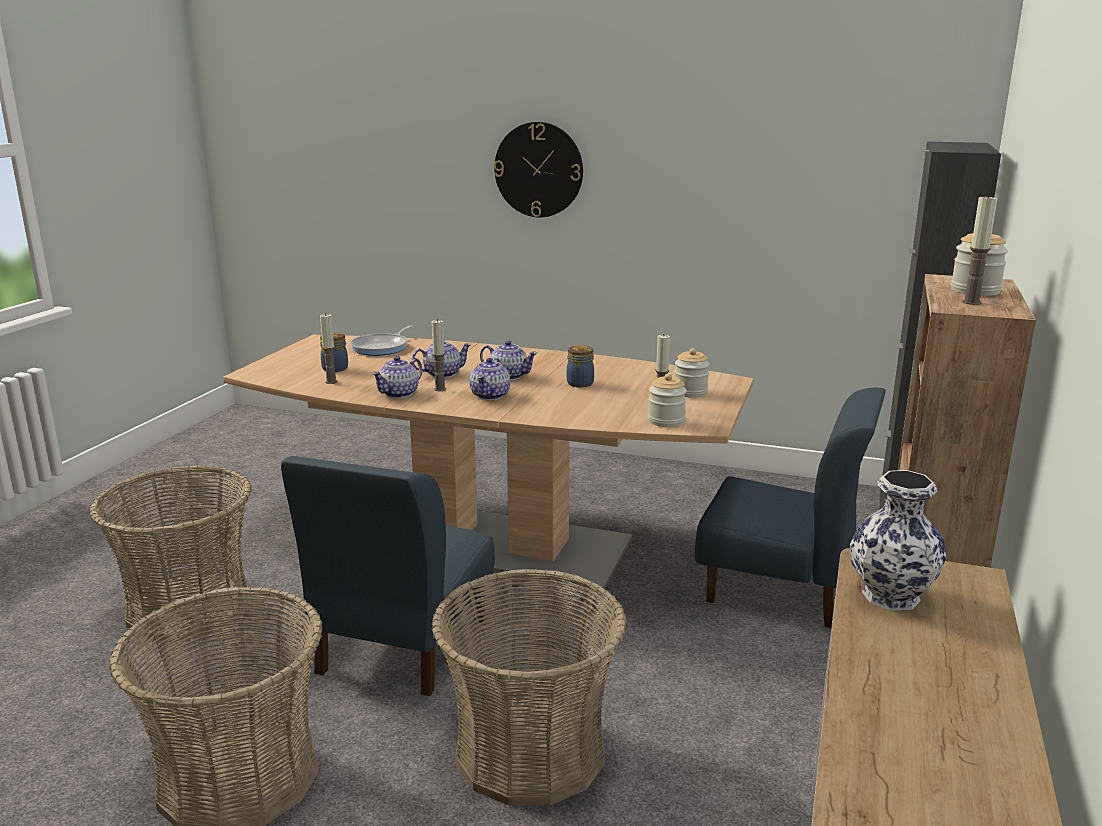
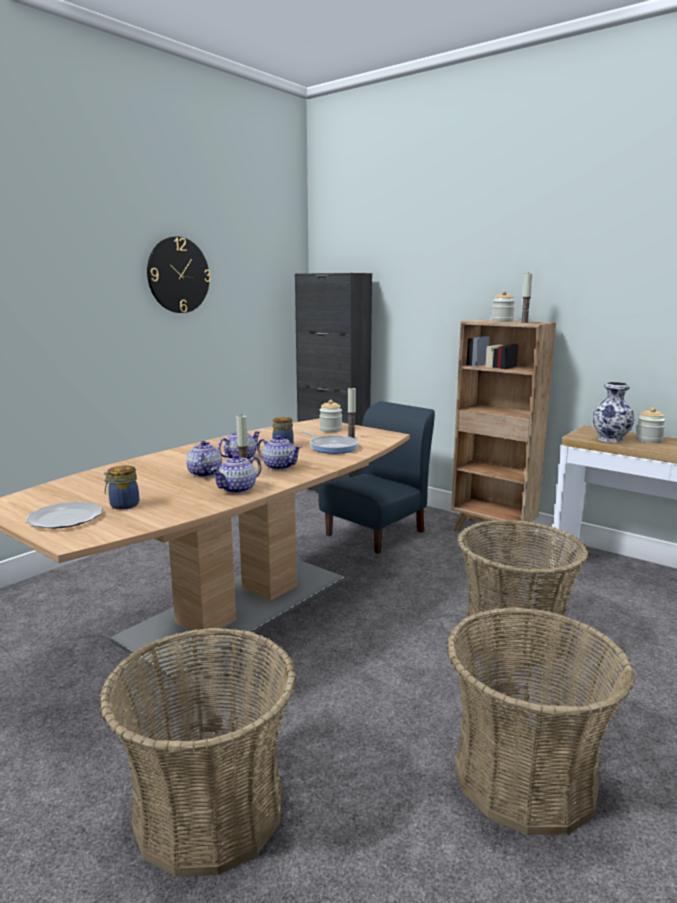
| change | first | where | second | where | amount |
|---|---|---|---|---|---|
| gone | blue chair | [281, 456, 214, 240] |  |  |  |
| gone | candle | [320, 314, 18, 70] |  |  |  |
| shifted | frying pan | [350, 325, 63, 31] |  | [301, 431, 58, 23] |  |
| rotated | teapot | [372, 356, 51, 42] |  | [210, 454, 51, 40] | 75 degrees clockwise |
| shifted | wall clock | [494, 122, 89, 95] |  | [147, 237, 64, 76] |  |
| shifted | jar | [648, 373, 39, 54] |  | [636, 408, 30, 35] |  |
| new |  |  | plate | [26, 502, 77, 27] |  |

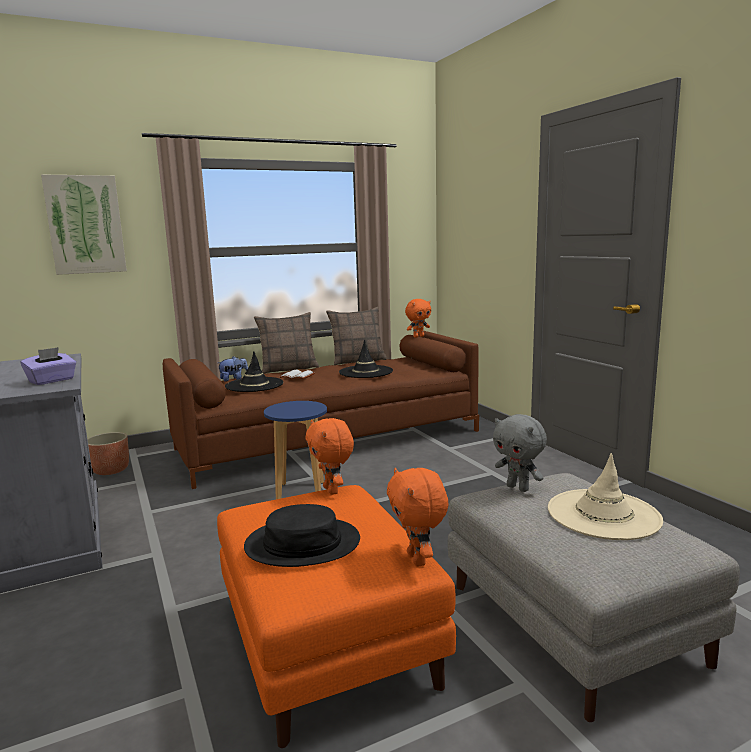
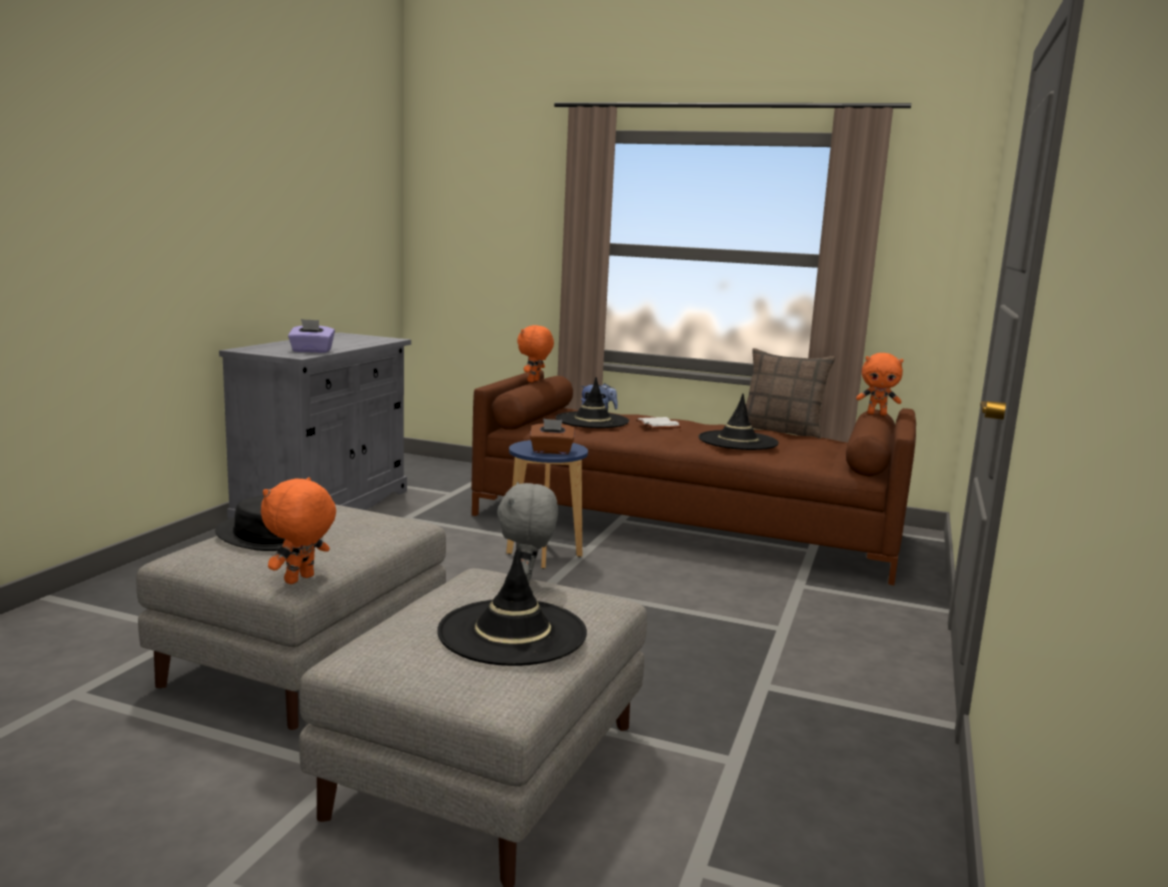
| change | first | where | second | where | amount |
|---|---|---|---|---|---|
| gone | picture | [41, 174, 86, 101] |  |  |  |
| gone | planter | [88, 432, 41, 43] |  |  |  |
| repainted | orange ottoman | [217, 485, 239, 263] | grey ottoman | [136, 504, 310, 226] |  |
| gone | pillow | [254, 312, 65, 62] |  |  |  |
| shifted | orange plush toy | [305, 418, 49, 77] |  | [517, 325, 37, 57] |  |
| repainted | beige hat | [548, 453, 115, 87] | black hat | [437, 549, 150, 117] |  |
| new |  |  | brown tissue box | [530, 418, 45, 36] |  |

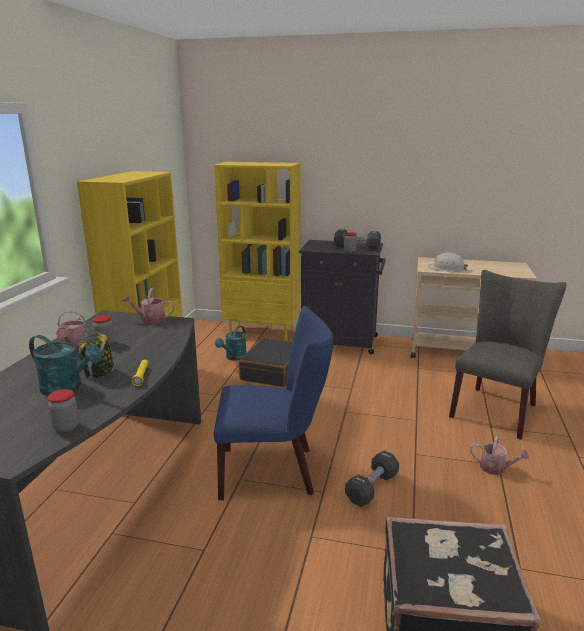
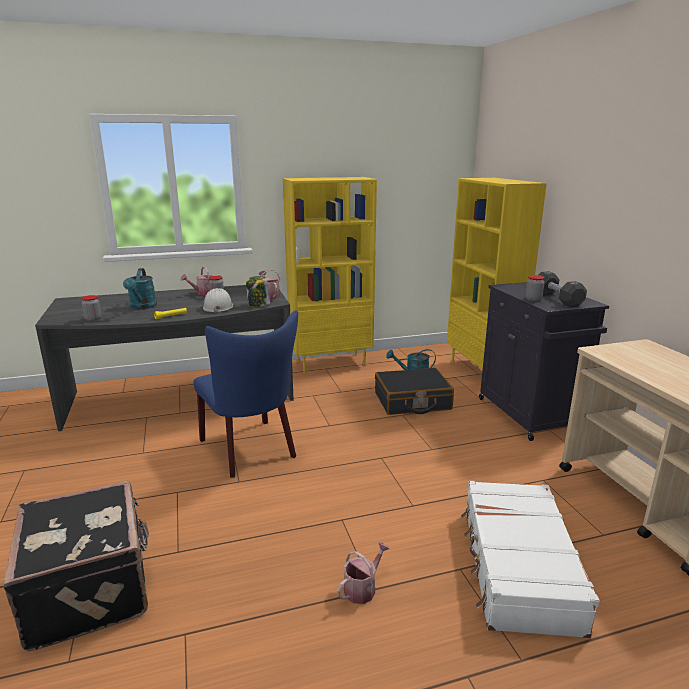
| change | first | where | second | where | amount |
|---|---|---|---|---|---|
| shifted | jar | [78, 332, 37, 47] |  | [246, 276, 24, 31] |  |
| gone | black dumbbell | [345, 451, 54, 56] |  |  |  |
| shifted | white hard hat | [428, 252, 40, 20] |  | [203, 288, 30, 25] |  |
| swapped | grey chair | [449, 270, 117, 169] | white suitcase | [461, 481, 139, 157] |  |
| rotated | watering can | [470, 436, 60, 39] |  | [337, 542, 53, 62] | 135 degrees counterclockwise |

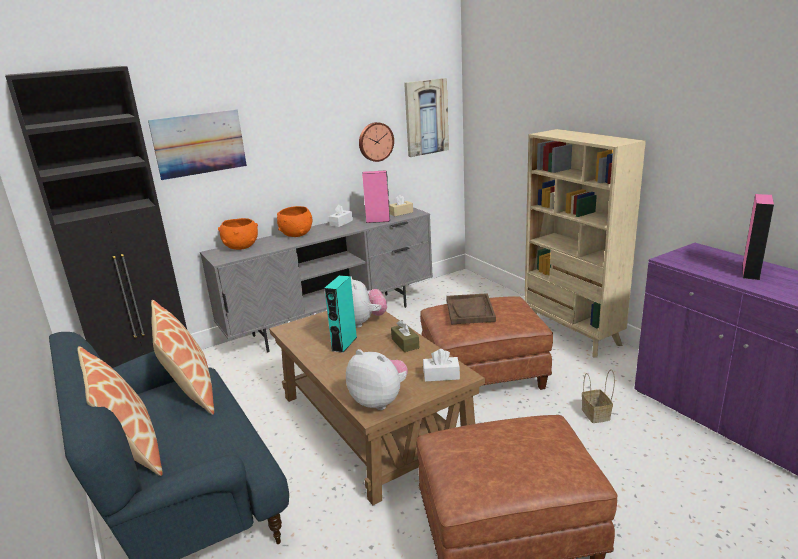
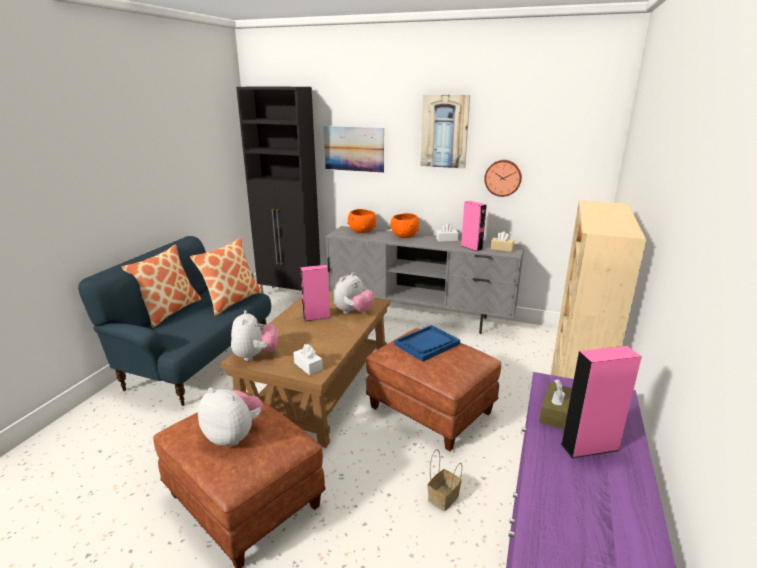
| change | first | where | second | where | amount |
|---|---|---|---|---|---|
| repainted | turquoise speaker | [324, 275, 33, 78] | pink speaker | [300, 265, 30, 56] |  |
| shifted | brown tissue box | [391, 320, 28, 32] |  | [539, 379, 33, 51] |  |
| shifted | picture | [404, 78, 45, 79] |  | [420, 95, 50, 74] |  |
| repainted | brown tray | [446, 293, 50, 31] | blue tray | [394, 325, 66, 37] |  |
| new |  |  | plush toy | [198, 387, 65, 59] |  |

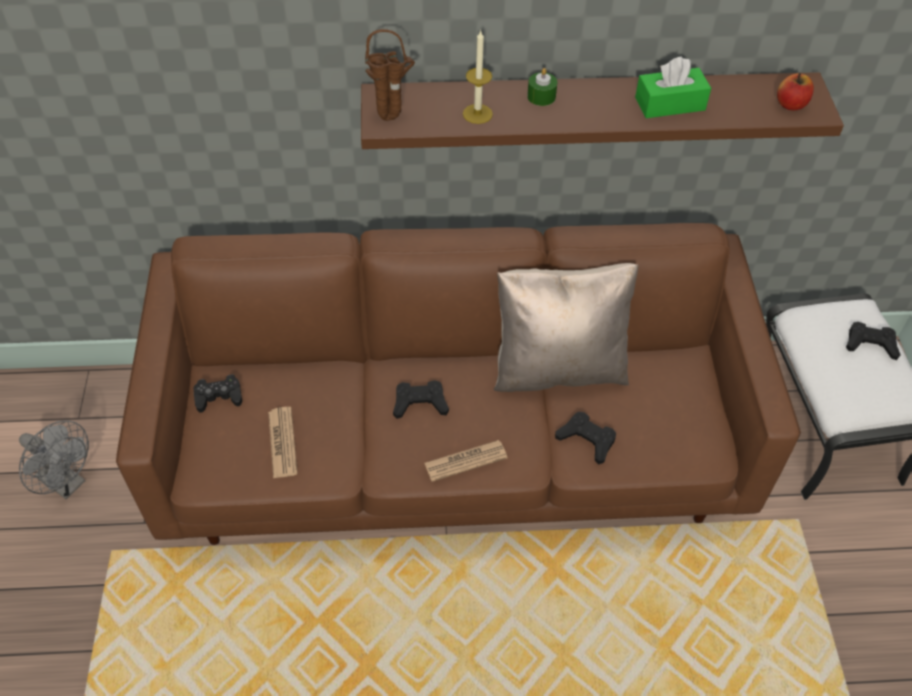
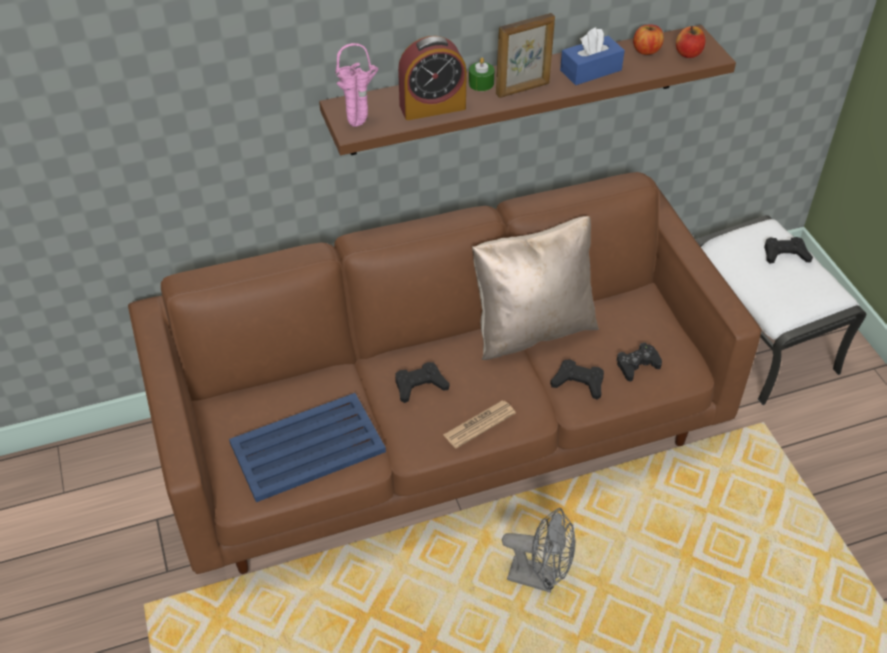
| change | first | where | second | where | amount |
|---|---|---|---|---|---|
| shifted | grey fan | [19, 420, 70, 79] |  | [502, 508, 73, 84] |  |
| shifted | black game controller | [193, 374, 49, 39] |  | [616, 343, 46, 38] |  |
| swapped | newspaper | [268, 407, 30, 71] | blue tray | [229, 393, 157, 109] |  |
| repainted | brown vase | [365, 29, 50, 92] | pink vase | [335, 43, 44, 84] |  |
| swapped | candle | [463, 30, 30, 94] | alarm clock | [398, 36, 69, 84] |  |
| repainted | green tissue box | [635, 56, 76, 62] | blue tissue box | [560, 27, 65, 58] |  |
| new |  |  | picture frame | [496, 13, 59, 85] |  |
| new |  |  | apple | [633, 24, 31, 31] |  |

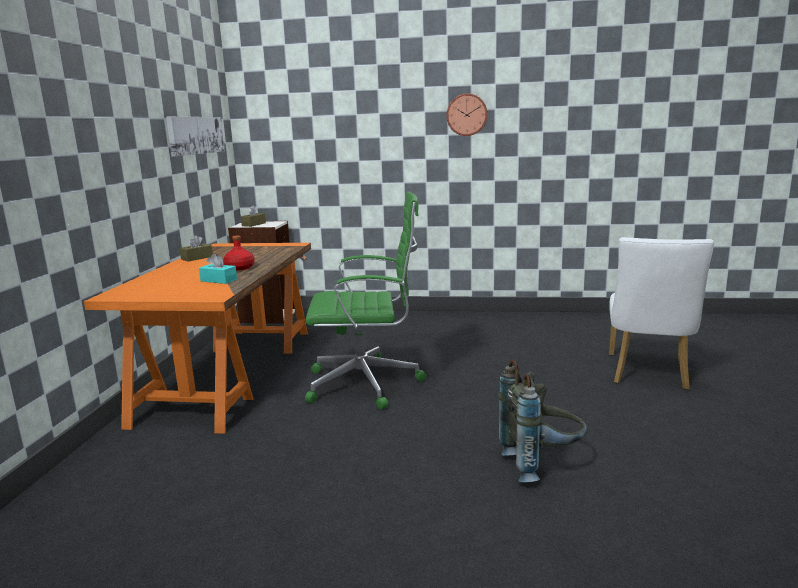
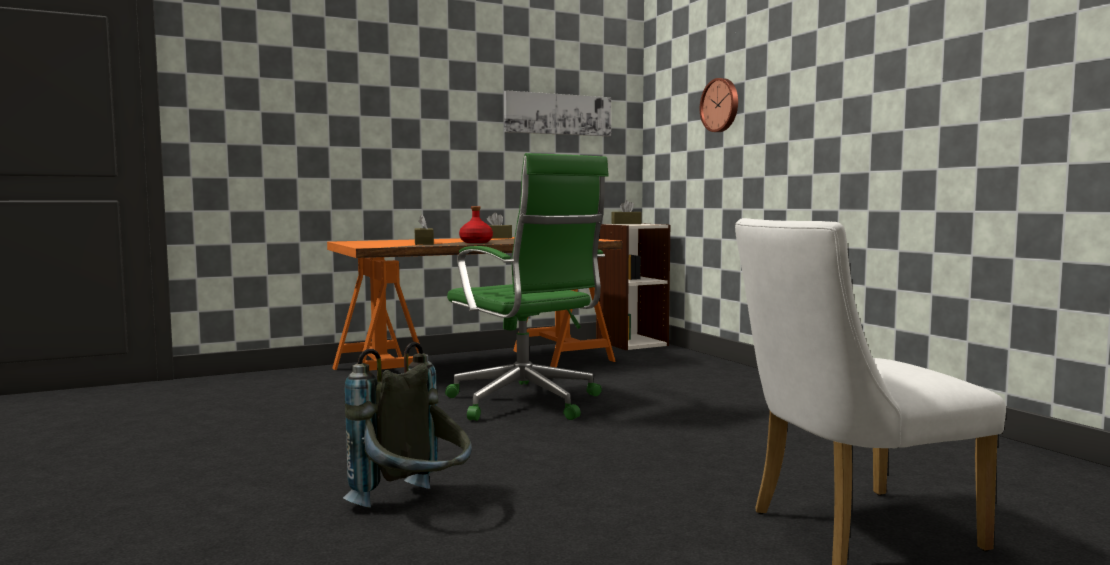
| change | first | where | second | where | amount |
|---|---|---|---|---|---|
| repainted | turquoise tissue box | [199, 254, 38, 30] | brown tissue box | [415, 215, 19, 30] |  |
| shifted | wall clock | [446, 94, 41, 42] |  | [700, 78, 38, 54] |  |

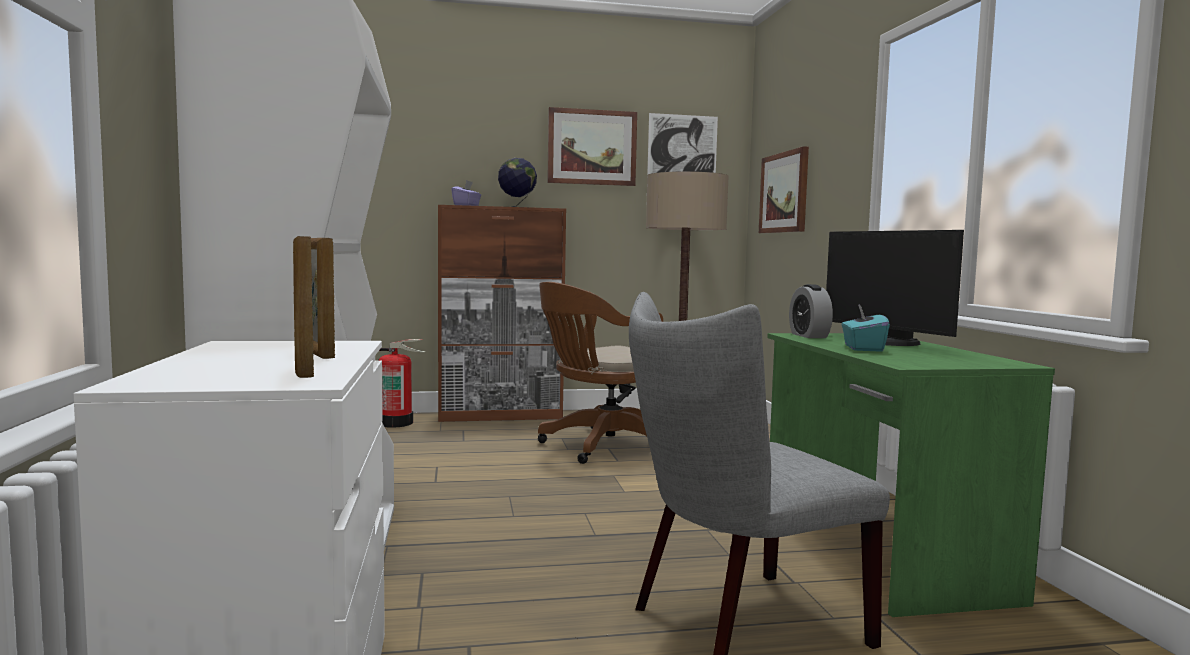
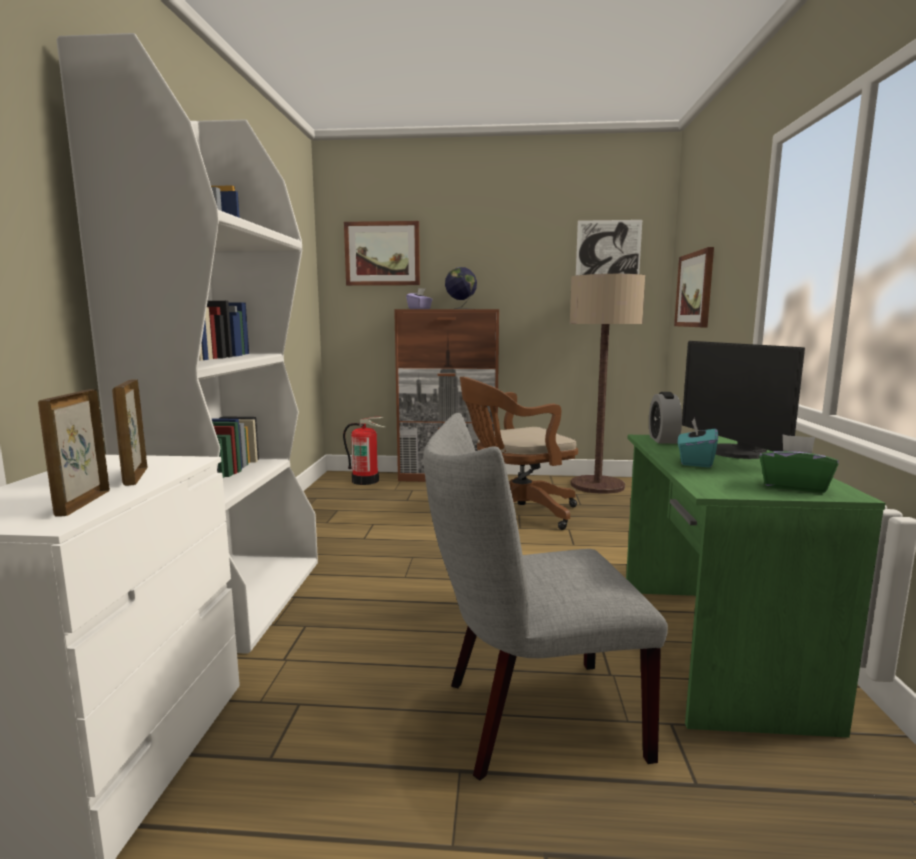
| change | first | where | second | where | amount |
|---|---|---|---|---|---|
| shifted | picture | [547, 107, 90, 79] |  | [344, 221, 76, 65] |  |
| new |  |  | green tissue box | [759, 435, 80, 58] |  |

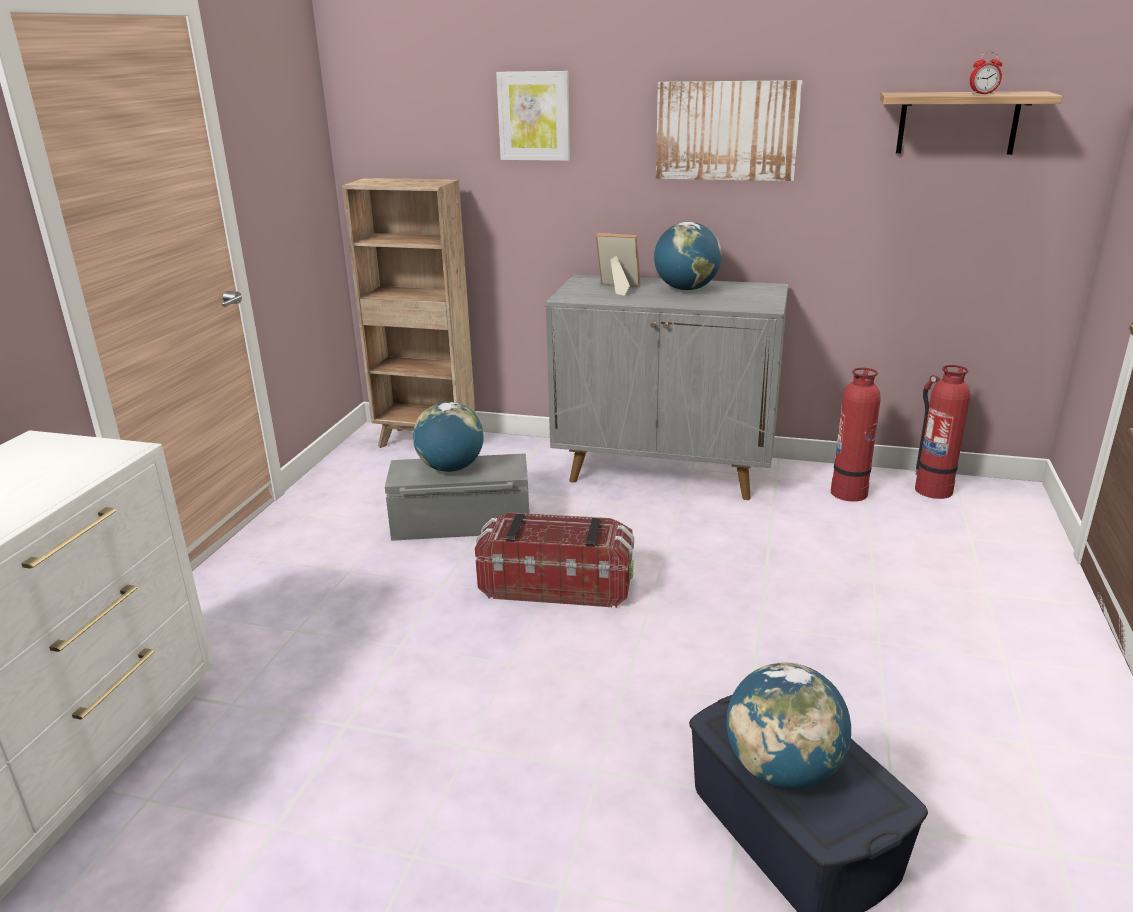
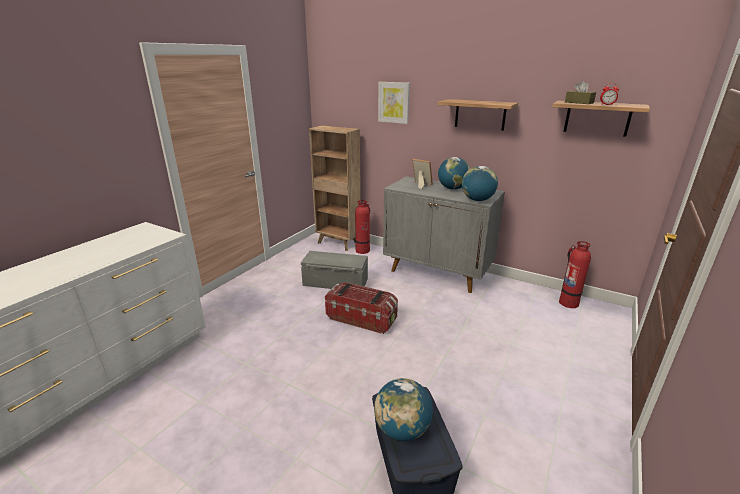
| change | first | where | second | where | amount |
|---|---|---|---|---|---|
| shifted | globe | [413, 402, 71, 70] |  | [462, 166, 36, 35] |  |
| swapped | picture | [656, 80, 147, 101] | shelf | [438, 99, 80, 32] |  |
| shifted | fire extinguisher | [831, 368, 50, 134] |  | [355, 200, 15, 54] |  |
| new |  |  | brown tissue box | [565, 81, 31, 23] |  |

